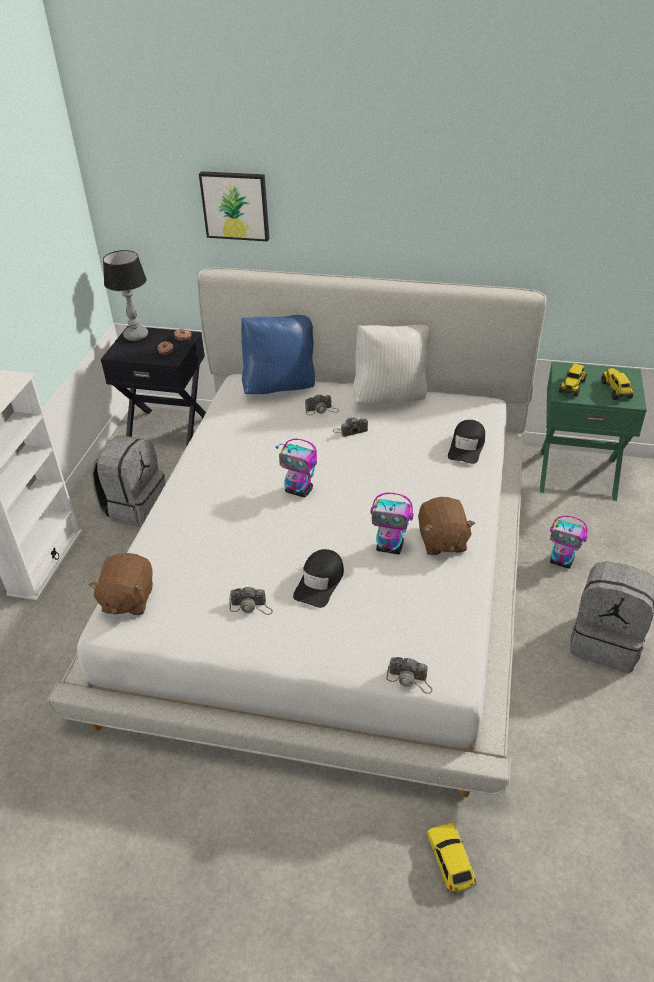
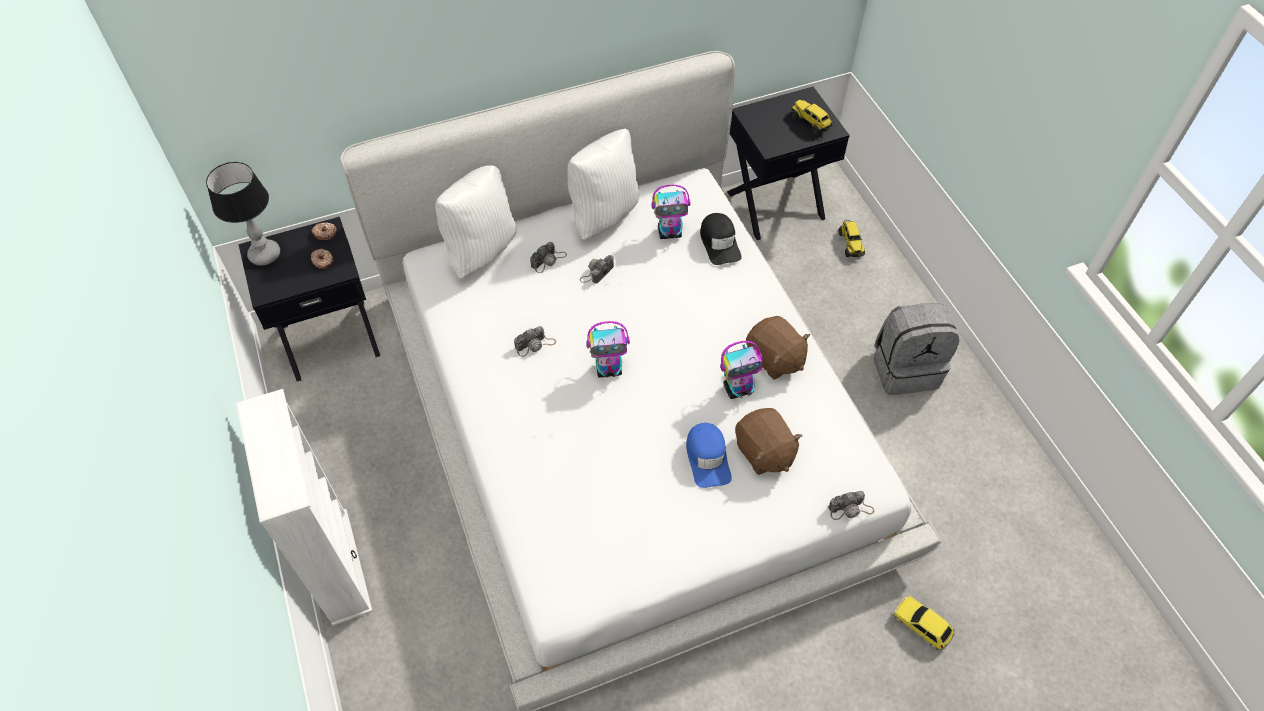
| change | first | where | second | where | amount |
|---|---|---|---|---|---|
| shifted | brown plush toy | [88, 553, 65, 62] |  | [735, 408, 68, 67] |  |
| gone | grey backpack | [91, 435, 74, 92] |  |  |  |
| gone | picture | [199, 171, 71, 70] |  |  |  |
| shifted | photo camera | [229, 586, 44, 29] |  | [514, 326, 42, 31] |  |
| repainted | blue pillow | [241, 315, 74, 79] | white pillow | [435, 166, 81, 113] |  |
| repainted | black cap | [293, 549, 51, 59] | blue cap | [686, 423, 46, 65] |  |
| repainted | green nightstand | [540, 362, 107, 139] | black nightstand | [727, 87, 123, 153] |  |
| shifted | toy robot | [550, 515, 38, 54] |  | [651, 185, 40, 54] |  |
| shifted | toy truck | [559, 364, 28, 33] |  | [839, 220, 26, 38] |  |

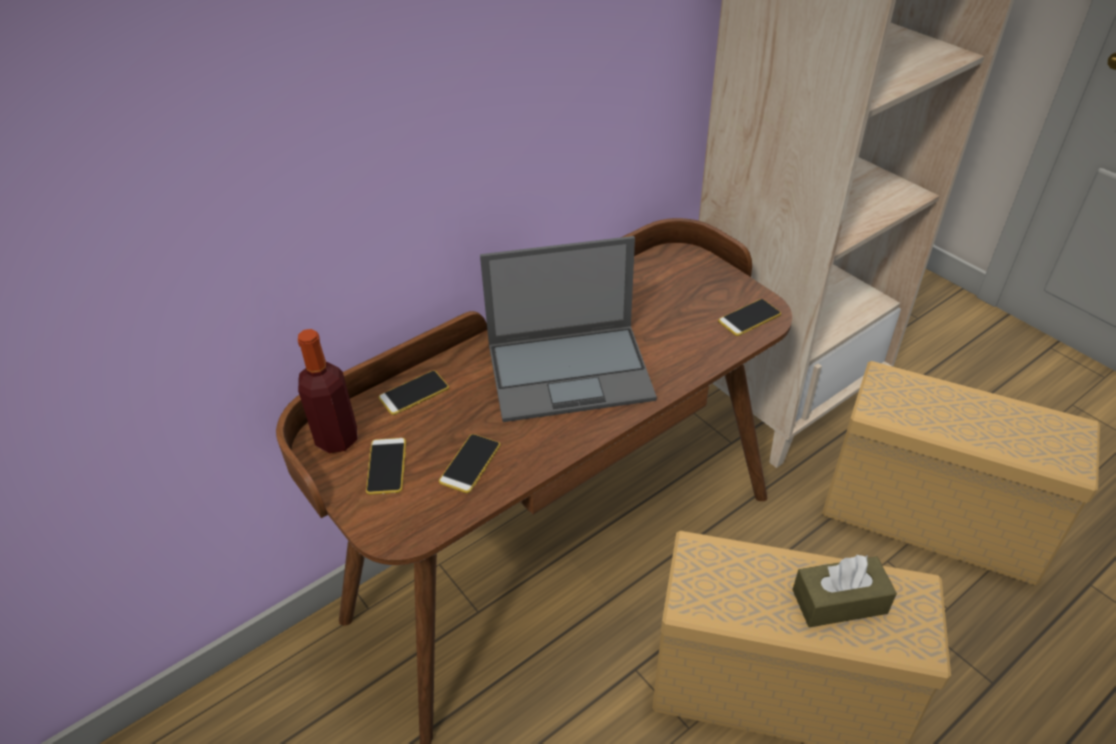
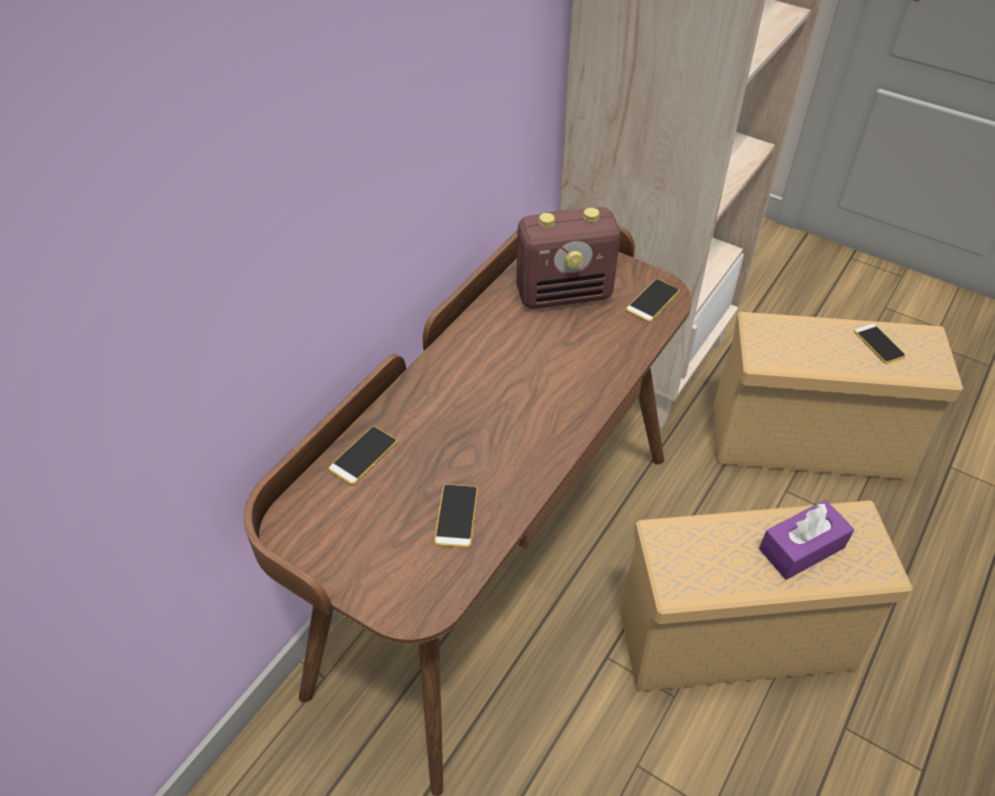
| change | first | where | second | where | amount |
|---|---|---|---|---|---|
| gone | bottle | [298, 329, 60, 124] |  |  |  |
| shifted | phone | [366, 438, 40, 57] |  | [854, 323, 52, 41] |  |
| gone | laptop | [480, 236, 177, 186] |  |  |  |
| repainted | brown tissue box | [793, 554, 104, 73] | purple tissue box | [759, 500, 95, 80] |  |
| new |  |  | radio | [517, 207, 103, 102] |  |

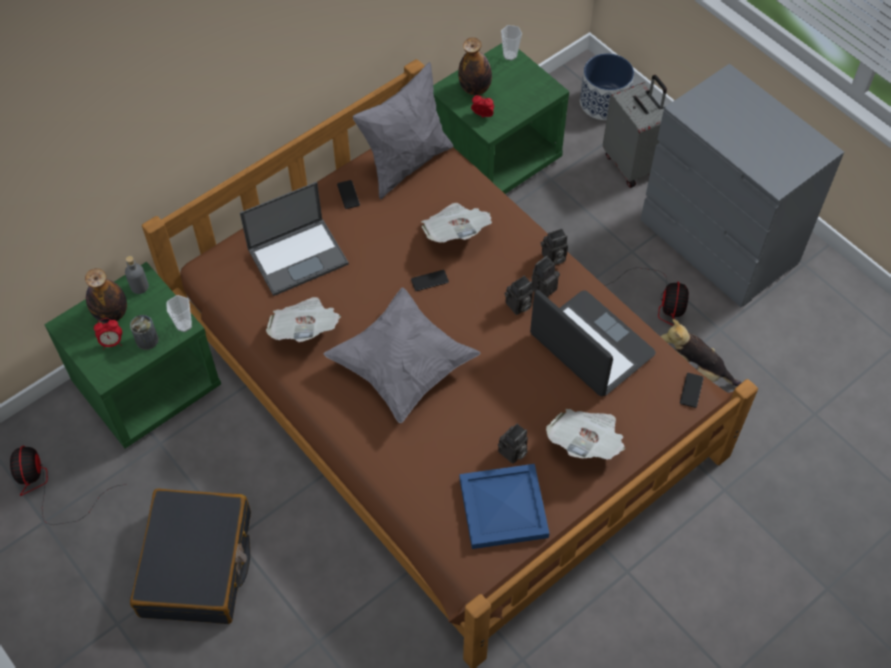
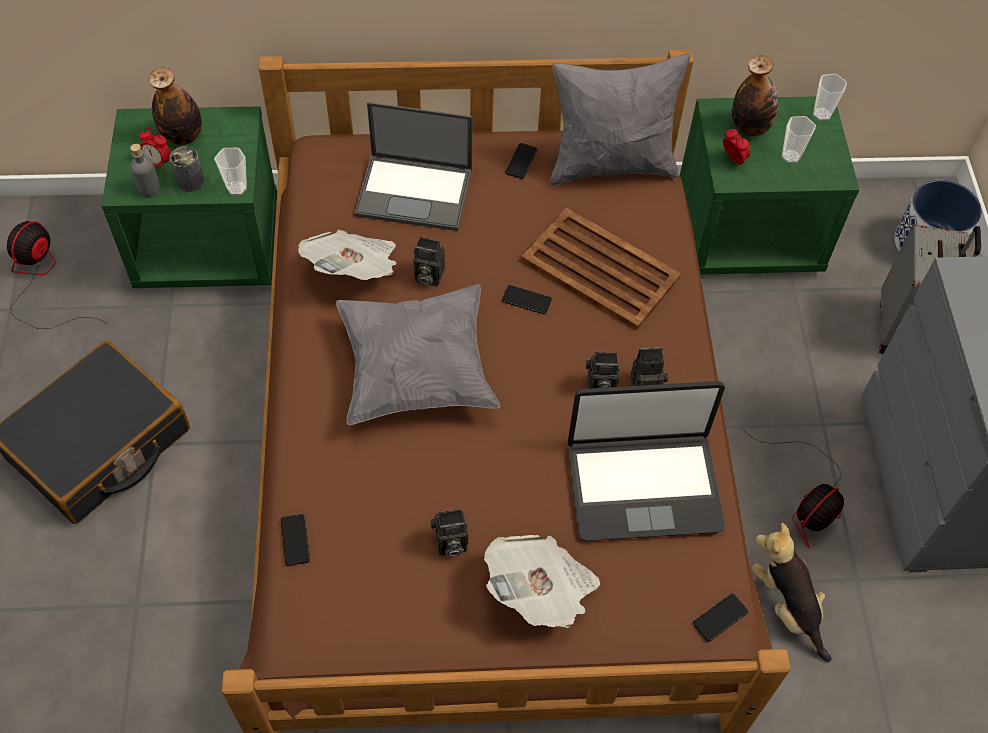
| change | first | where | second | where | amount |
|---|---|---|---|---|---|
| shifted | grey bottle | [125, 256, 24, 38] |  | [130, 144, 31, 53] |  |
| swapped | newspaper | [421, 203, 71, 40] | brown tray | [521, 207, 160, 123] |  |
| gone | blue tray | [460, 464, 90, 85] |  |  |  |
| rotated | laptop | [530, 290, 126, 106] |  | [567, 381, 158, 160] | 90 degrees clockwise |
| shifted | photo camera | [541, 229, 27, 36] |  | [413, 237, 32, 50] |  |
| new |  |  | phone | [281, 514, 29, 52] |  |
| new |  |  | cup | [782, 116, 34, 47] |  |

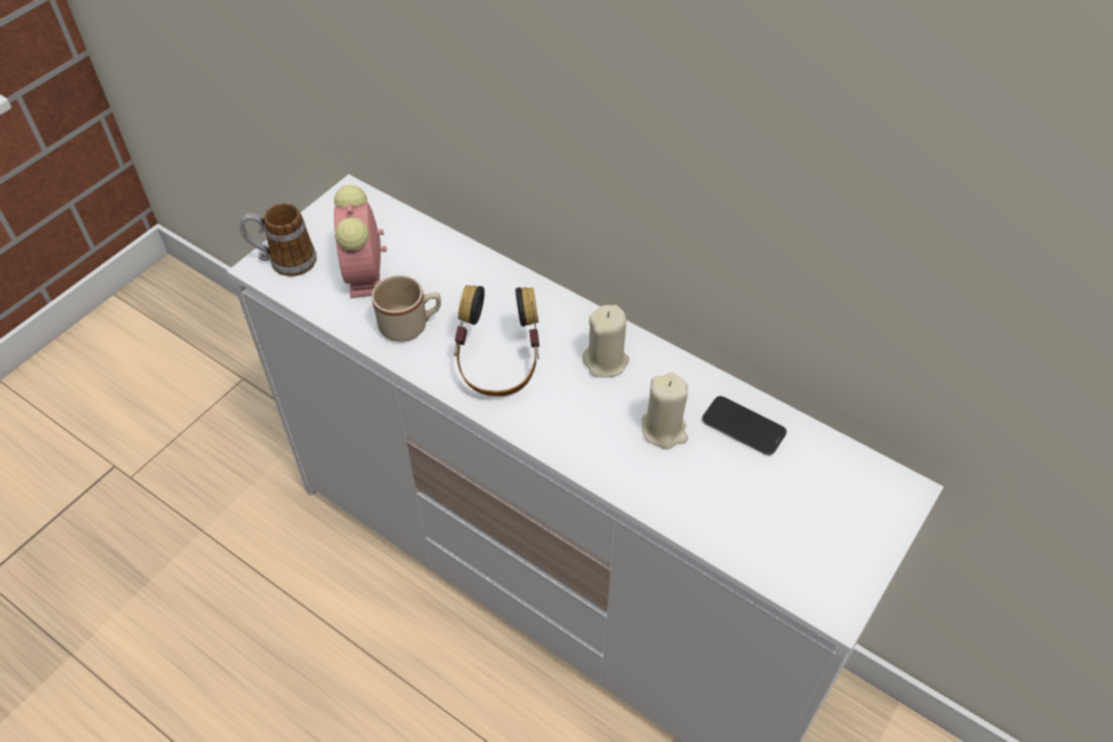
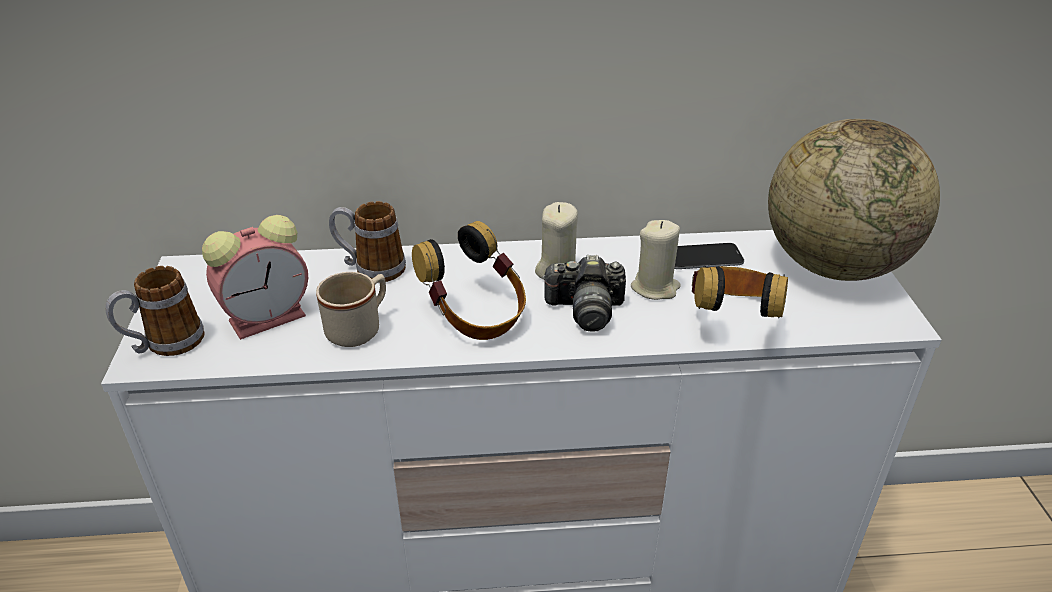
| change | first | where | second | where | amount |
|---|---|---|---|---|---|
| rotated | alarm clock | [334, 185, 53, 113] |  | [202, 215, 106, 125] | 75 degrees counterclockwise |
| new |  |  | mug | [329, 201, 77, 81] |  |
| new |  |  | photo camera | [542, 255, 84, 77] |  |
| new |  |  | headphones | [692, 265, 96, 54] |  |
| new |  |  | globe | [768, 119, 172, 162] |  |

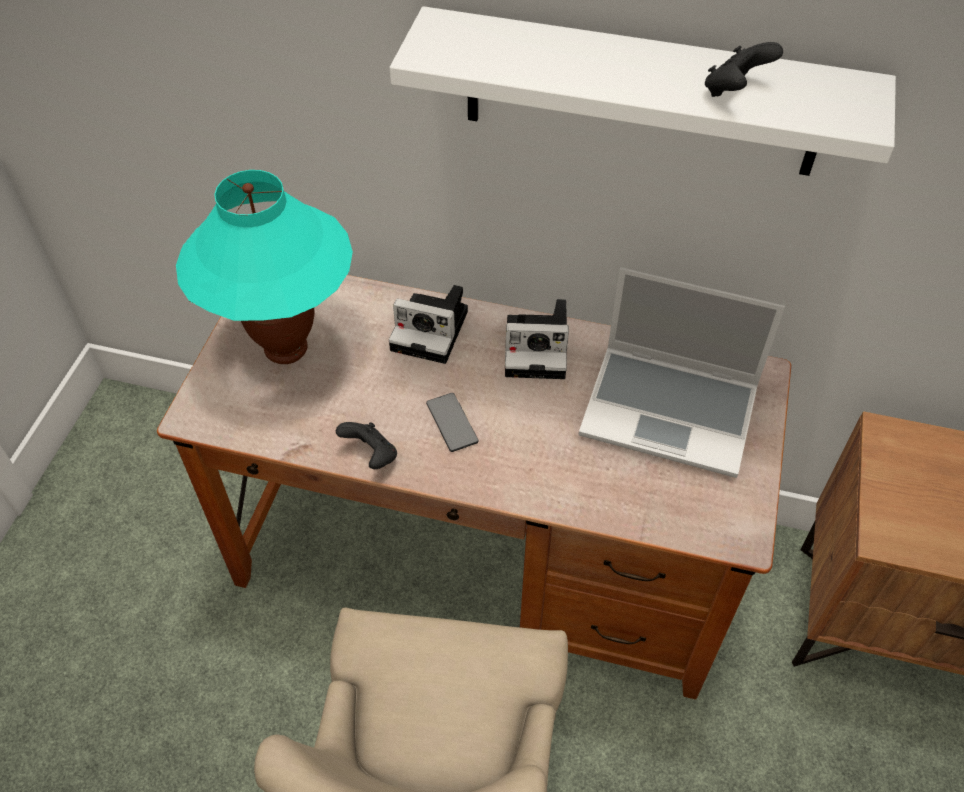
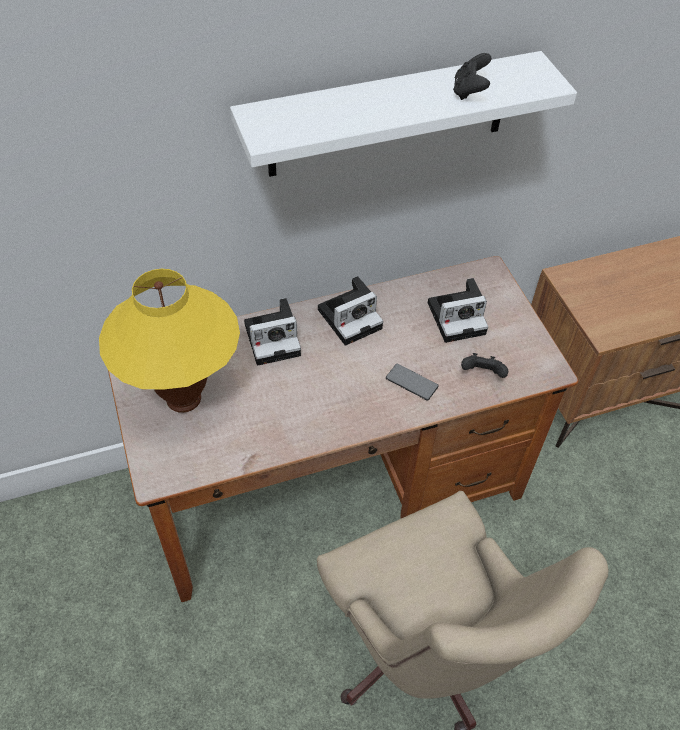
| change | first | where | second | where | amount |
|---|---|---|---|---|---|
| repainted | turquoise table lamp | [176, 170, 177, 194] | yellow table lamp | [99, 269, 141, 144] |  |
| shifted | black game controller | [336, 422, 61, 47] |  | [461, 353, 47, 25] |  |
| shifted | phone | [426, 393, 53, 59] |  | [386, 364, 53, 37] |  |
| swapped | laptop | [578, 267, 207, 211] | photo camera | [428, 278, 60, 65] |  |

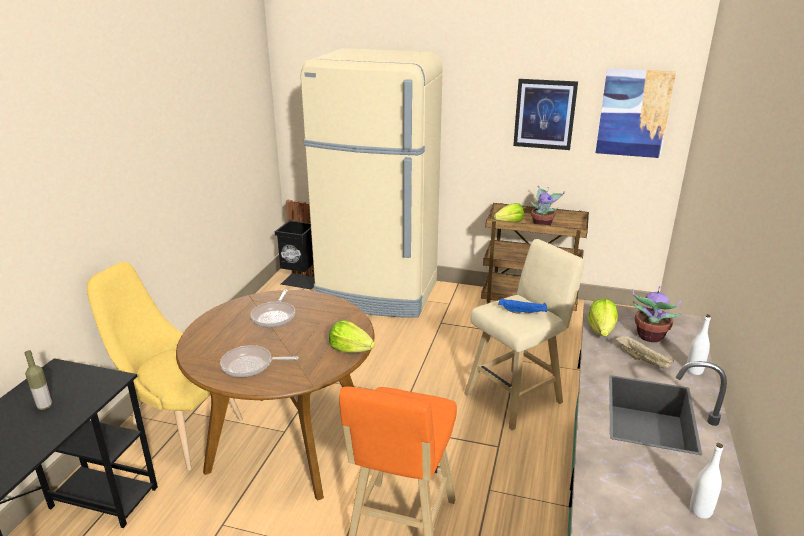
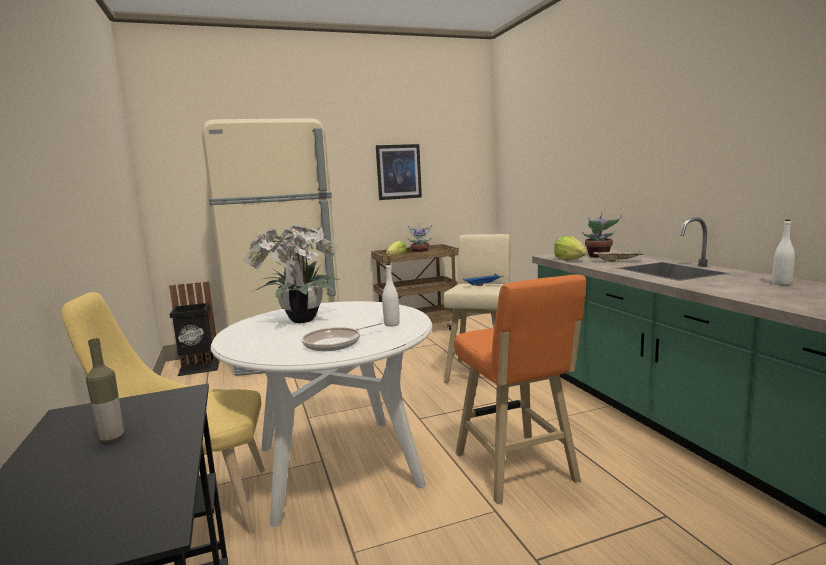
| change | first | where | second | where | amount |
|---|---|---|---|---|---|
| repainted | brown dining table | [176, 290, 199, 210] | white dining table | [211, 301, 221, 226] |  |
| swapped | frying pan | [250, 290, 45, 37] | potted plant | [243, 224, 97, 99] |  |
| gone | lettuce | [329, 320, 46, 33] |  |  |  |
| gone | picture | [596, 68, 80, 90] |  |  |  |
| shifted | white bottle | [687, 314, 24, 61] |  | [382, 263, 18, 63] |  |

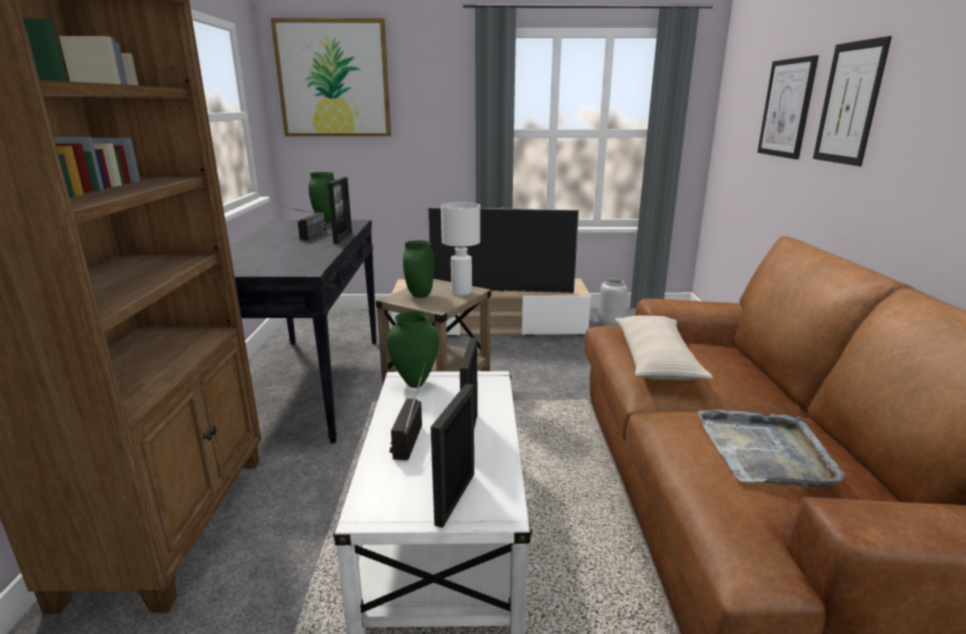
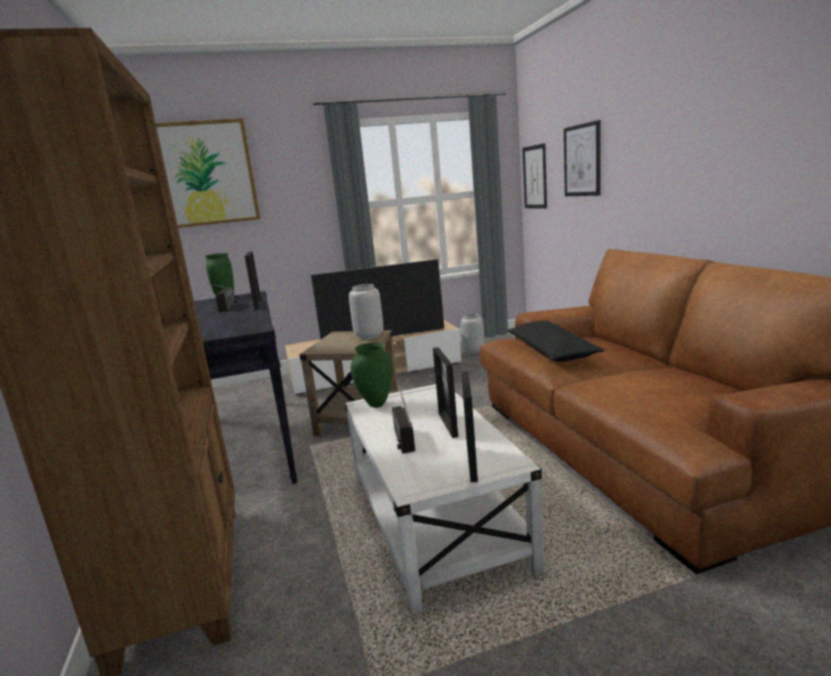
| change | first | where | second | where | amount |
|---|---|---|---|---|---|
| gone | green vase | [403, 240, 31, 58] |  |  |  |
| swapped | white table lamp | [441, 202, 39, 93] | grey vase | [349, 284, 34, 55] |  |
| repainted | beige pillow | [615, 315, 98, 65] | black pillow | [507, 320, 98, 42] |  |
| gone | grey tray | [698, 409, 147, 78] |  |  |  |
| shifted | picture | [813, 36, 79, 130] |  | [523, 143, 24, 66] |  |

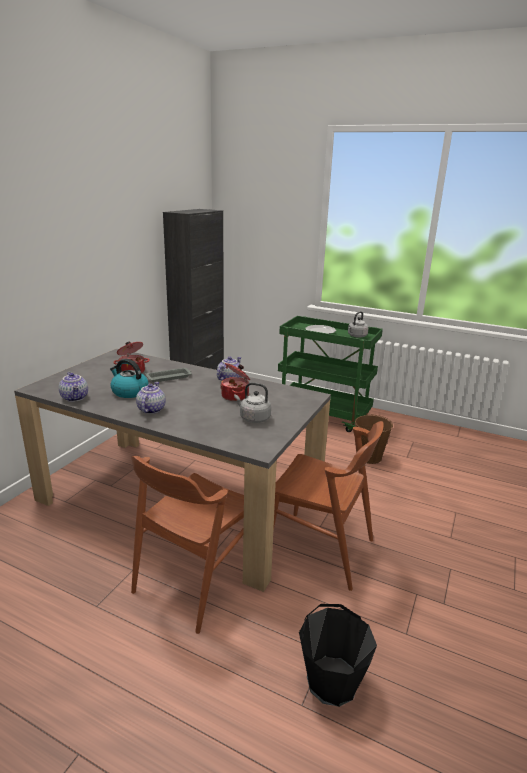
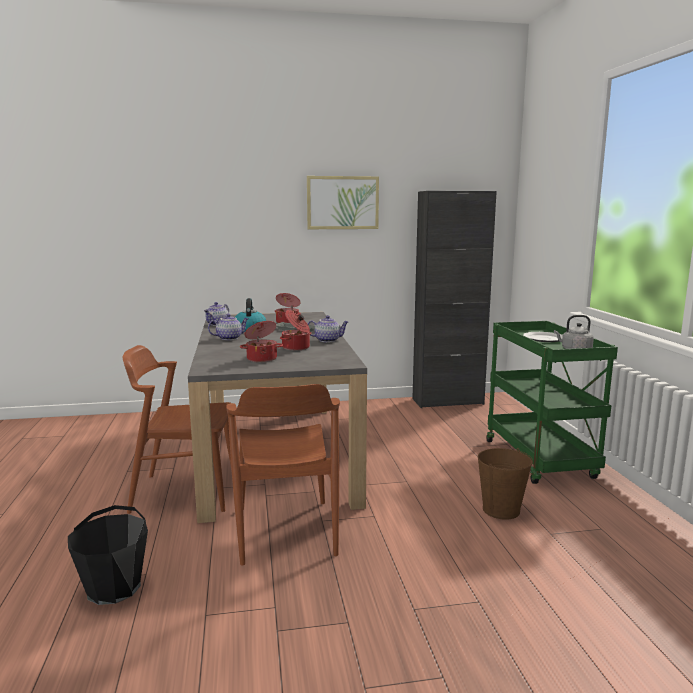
| change | first | where | second | where | amount |
|---|---|---|---|---|---|
| swapped | grey kettle | [234, 382, 37, 41] | cooking pot | [240, 321, 43, 42] |  |
| new |  |  | picture | [307, 176, 72, 53] |  |

